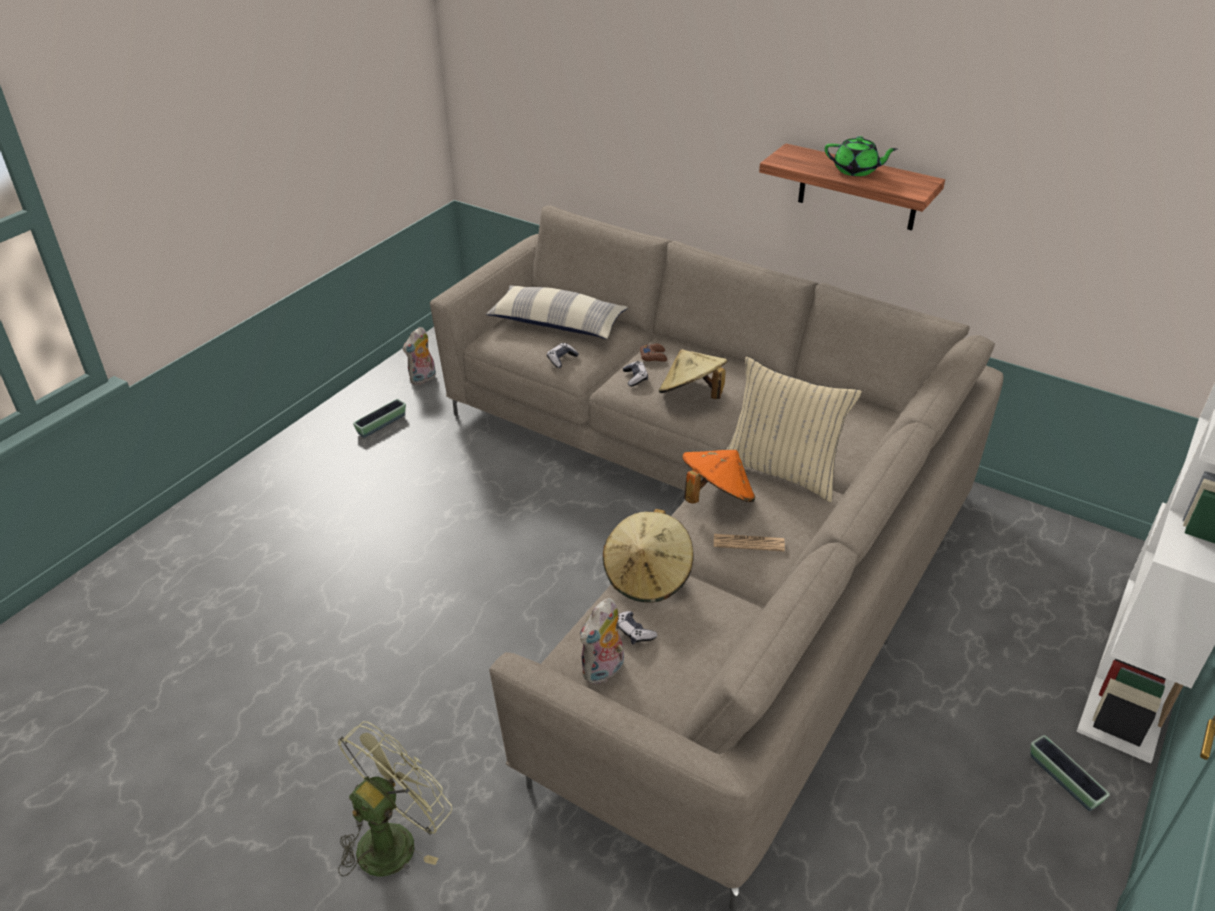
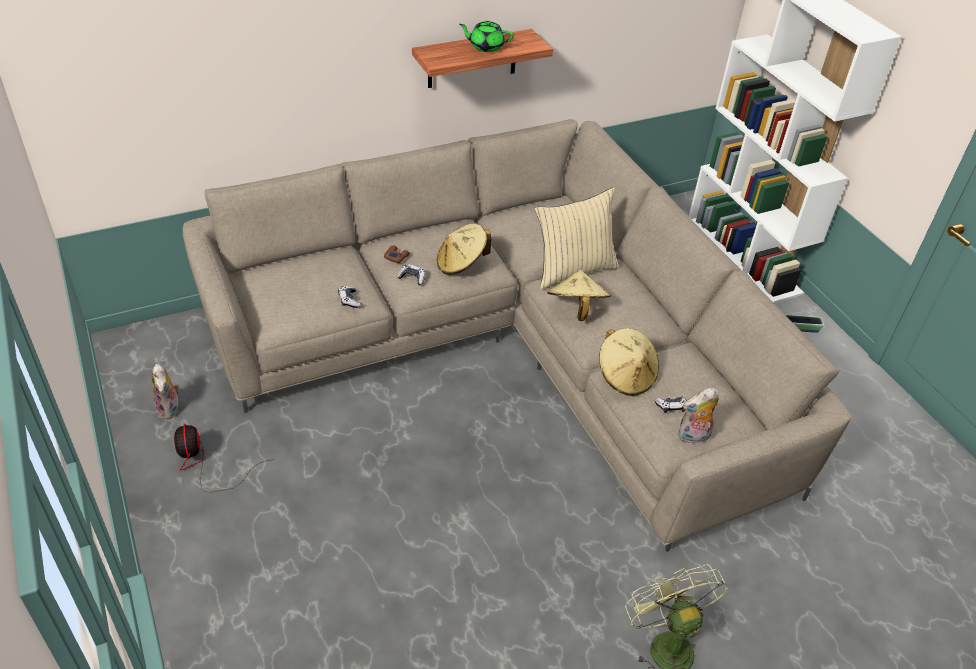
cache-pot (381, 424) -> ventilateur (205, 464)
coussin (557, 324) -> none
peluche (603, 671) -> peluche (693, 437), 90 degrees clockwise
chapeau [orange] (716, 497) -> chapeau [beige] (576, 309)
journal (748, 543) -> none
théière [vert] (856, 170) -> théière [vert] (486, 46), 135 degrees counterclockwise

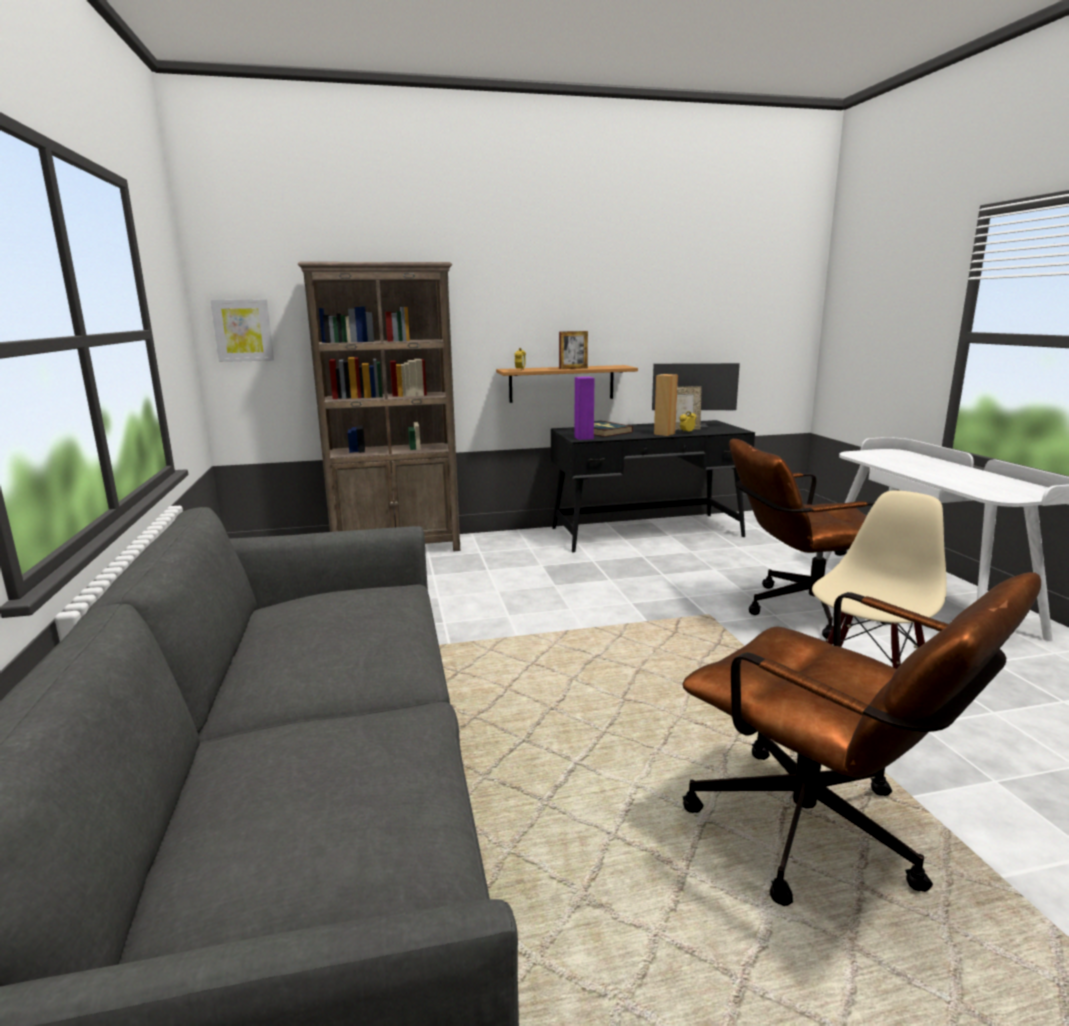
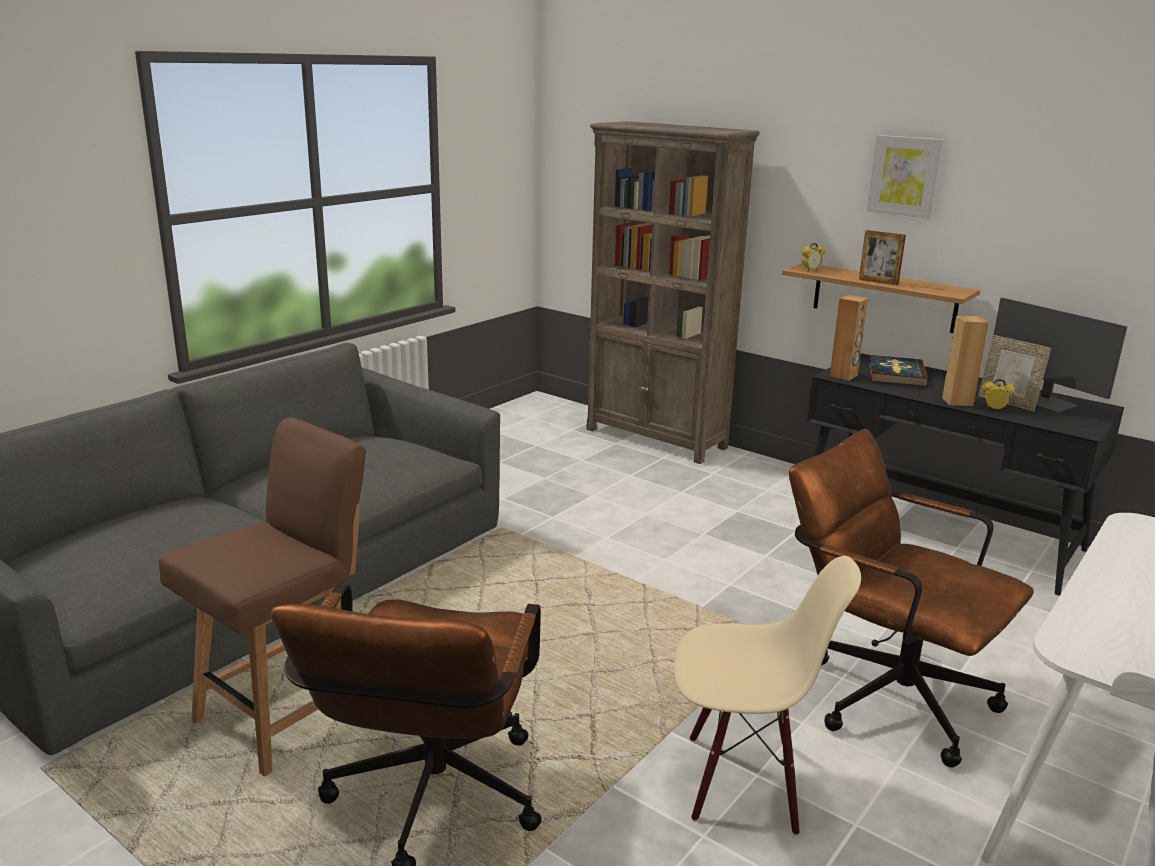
tableau (243, 330) -> tableau (905, 176), move
enceinte [violet] (584, 438) -> enceinte [marron] (844, 376)
none -> chaise [marron] (286, 715)

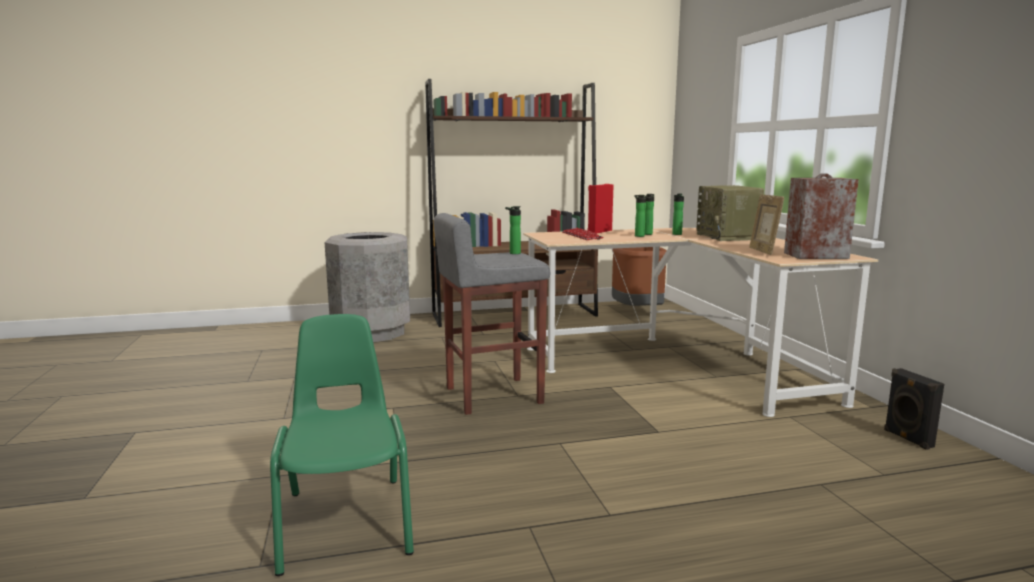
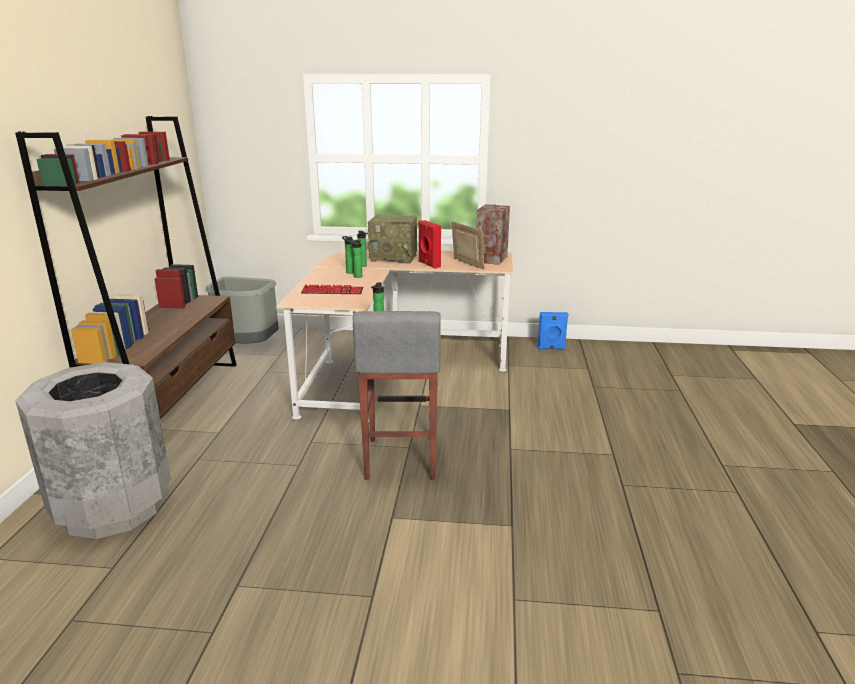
chaise [vert] (346, 522) -> none
enceinte [rouge] (599, 232) -> enceinte [rouge] (428, 264), move
poubelle [marron] (636, 312) -> poubelle [gris] (247, 347)
cadre photo (763, 252) -> cadre photo (467, 265), 150 degrees counterclockwise
enceinte [noir] (907, 438) -> enceinte [bleu] (551, 348)

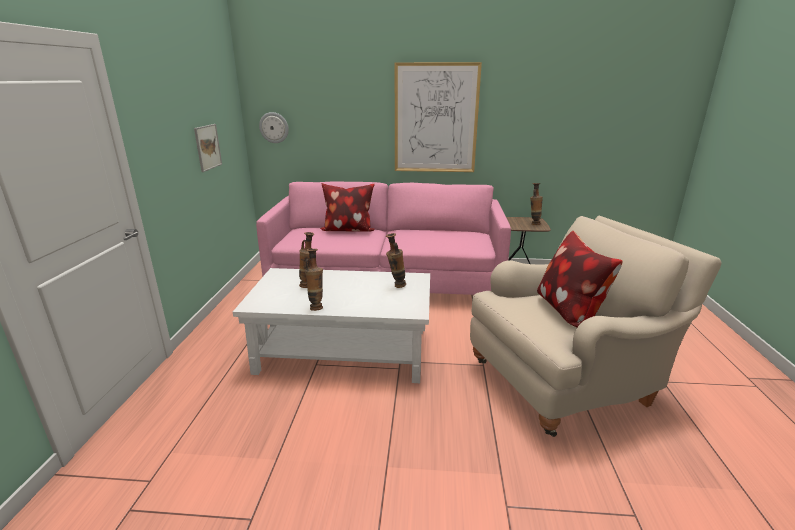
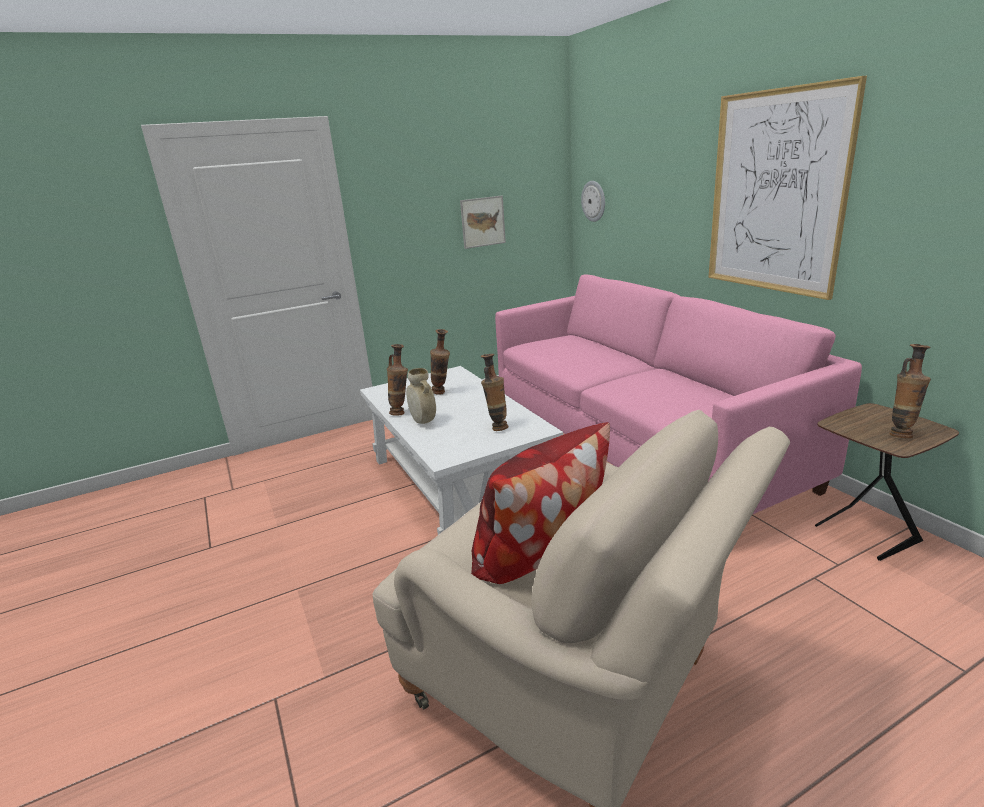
coussin (348, 230) -> none
none -> vase [beige] (423, 421)

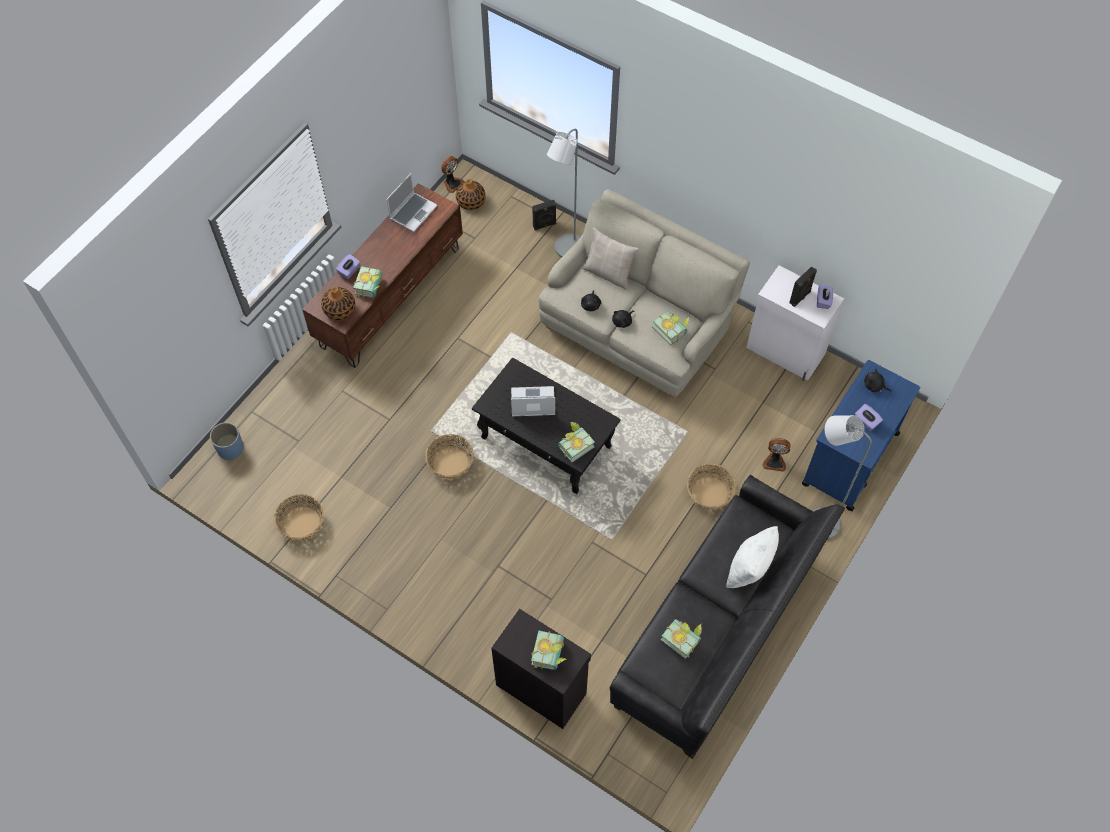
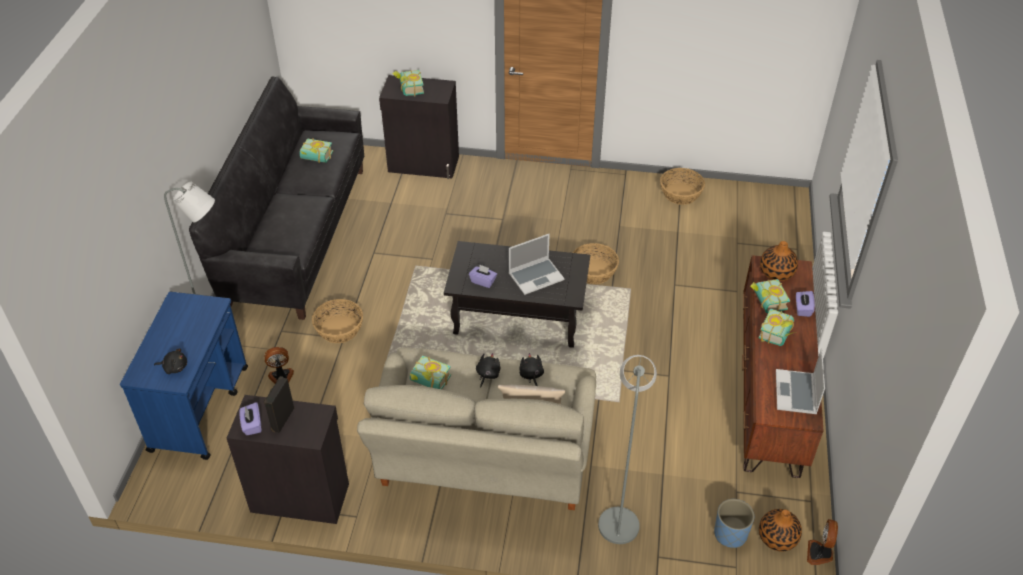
cache-pot [bleu] (230, 448) -> cache-pot [bleu] (730, 534), move
enceinte [noir] (544, 225) -> none
livre (574, 445) -> livre (778, 335), move
coussin [blanc] (749, 569) -> none
meuble de rangement [blanc] (785, 352) -> meuble de rangement [noir] (299, 496)
boîte à mouchoirs [violet] (866, 422) -> boîte à mouchoirs [violet] (483, 281), move

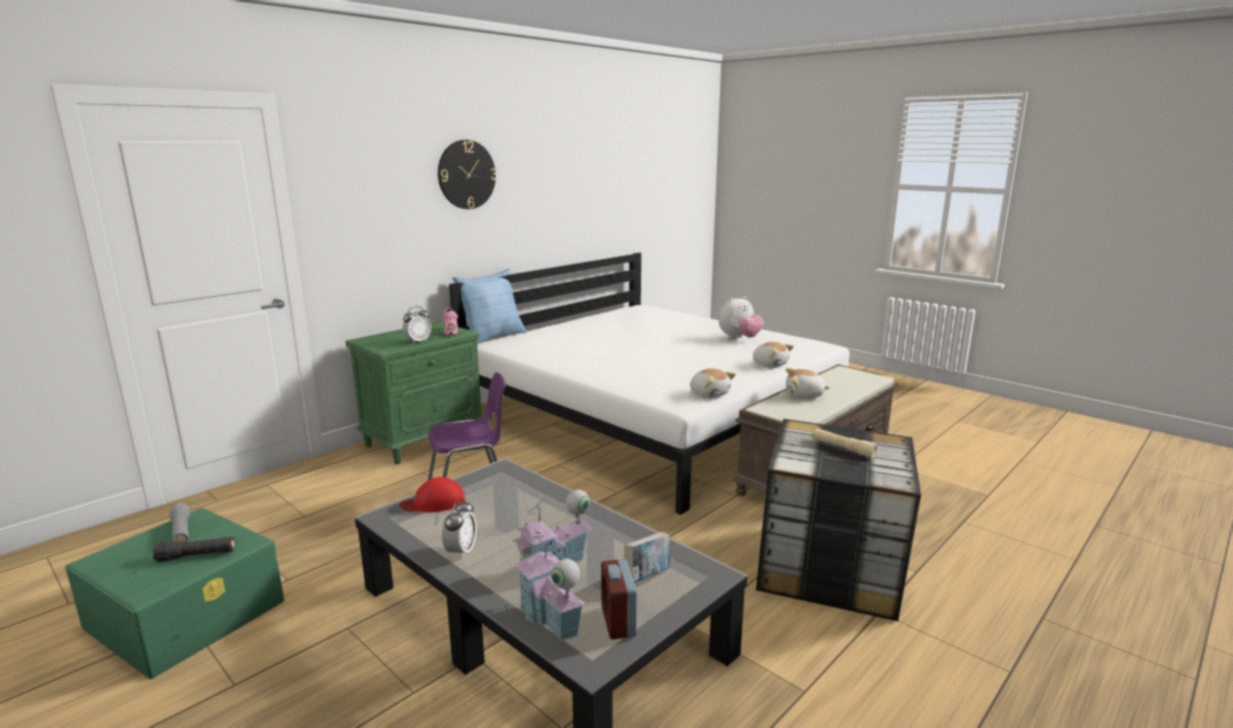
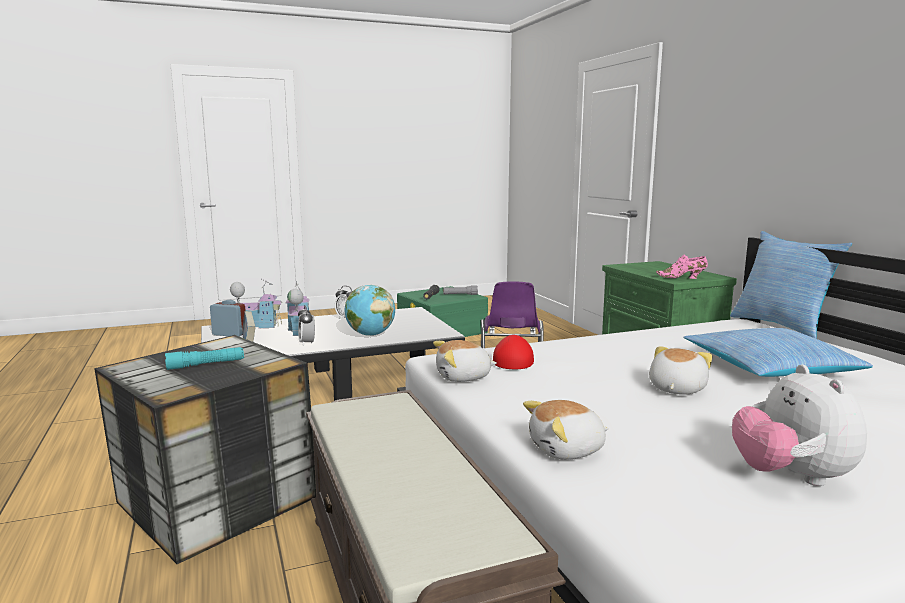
casquette [rouge] (433, 502) -> casquette [rouge] (513, 359), move
réveil (418, 341) -> réveil (307, 343), move
horloge murale (466, 174) -> none
peluche (804, 395) -> peluche (675, 389), move
lampe de poche [beige] (842, 448) -> lampe de poche [turquoise] (206, 365)
none -> globe (370, 335)
none -> coussin (768, 367)

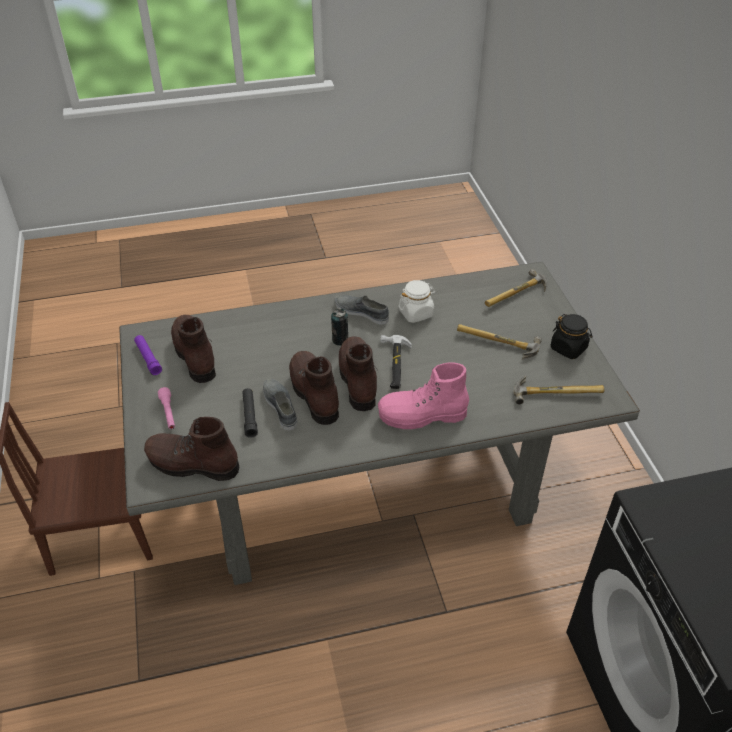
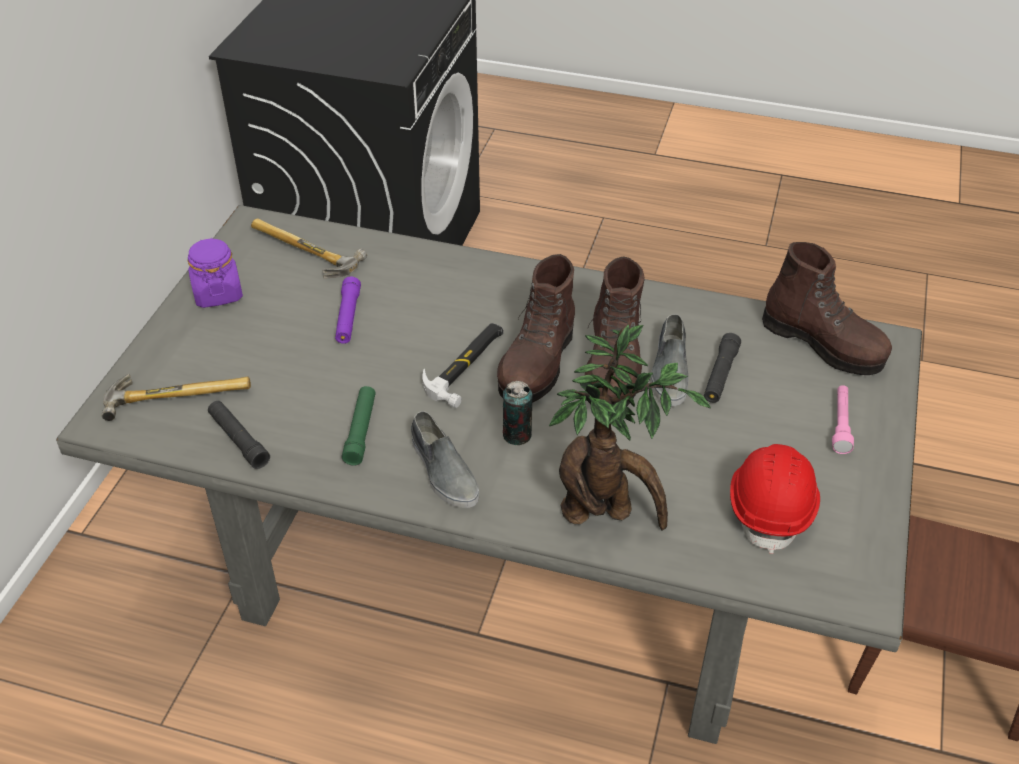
lampe de poche [violet] (148, 358) -> lampe de poche [violet] (348, 317), move
botte [marron] (194, 355) -> casque de chantier [rouge] (771, 507)
botte [rose] (422, 416) -> none
bocal [blanc] (416, 313) -> lampe de poche [vert] (360, 431)
marteau (497, 345) -> none
bocal [noir] (568, 348) -> bocal [violet] (217, 293)
none -> lampe de poche [noir] (239, 440)
none -> plante en pot (606, 513)

